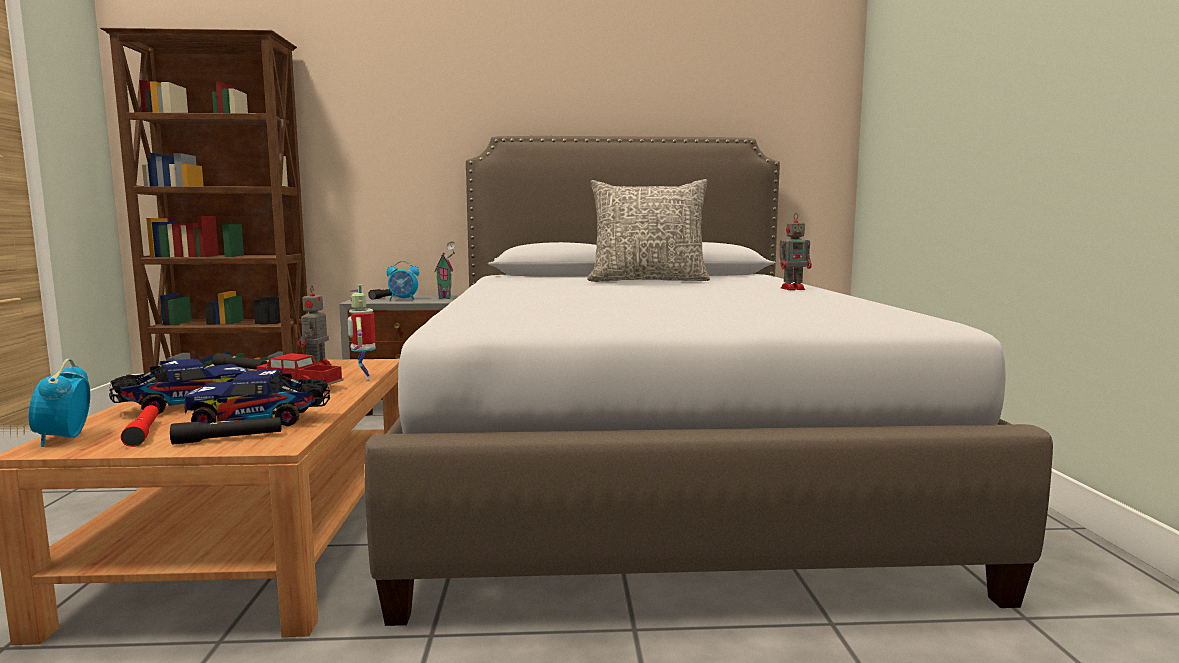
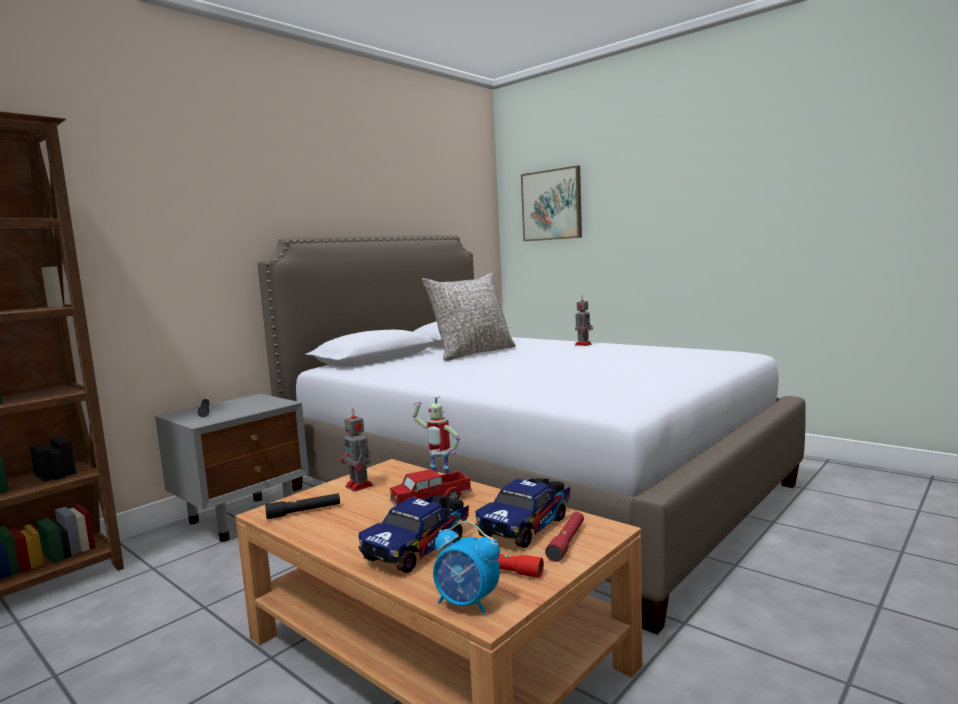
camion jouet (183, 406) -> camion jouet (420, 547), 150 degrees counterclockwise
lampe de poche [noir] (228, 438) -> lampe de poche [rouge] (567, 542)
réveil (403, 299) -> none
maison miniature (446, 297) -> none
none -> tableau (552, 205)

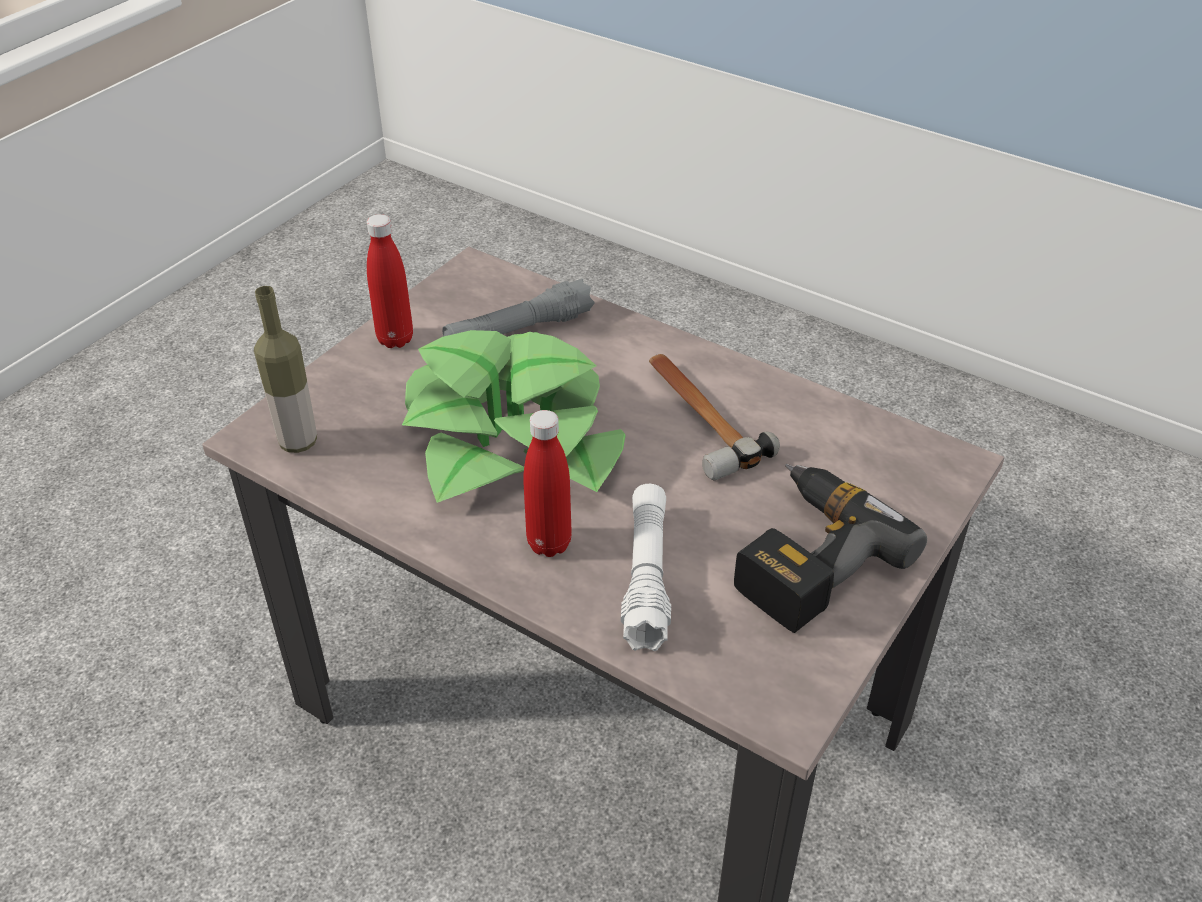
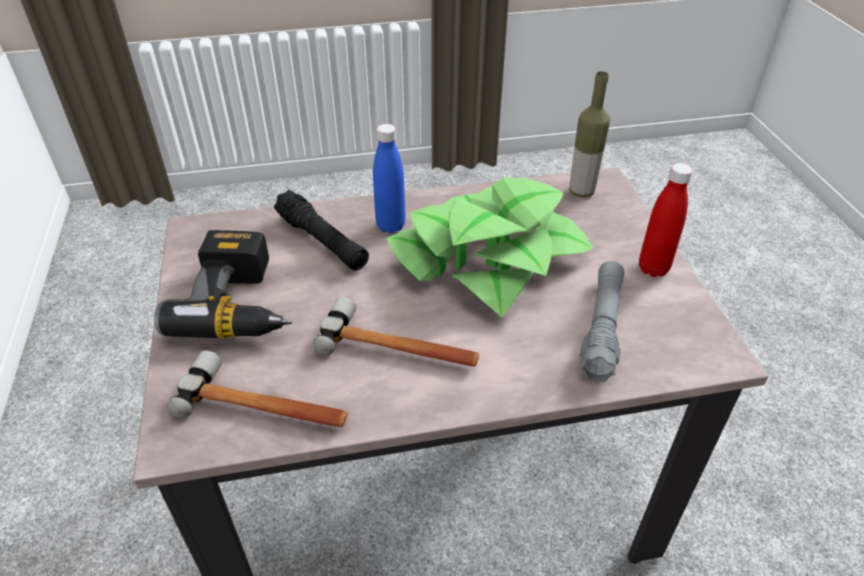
bouteille [rouge] (549, 543) -> bouteille [bleu] (390, 226)
lampe de poche [blanc] (646, 576) -> lampe de poche [noir] (322, 241)
none -> marteau (265, 406)

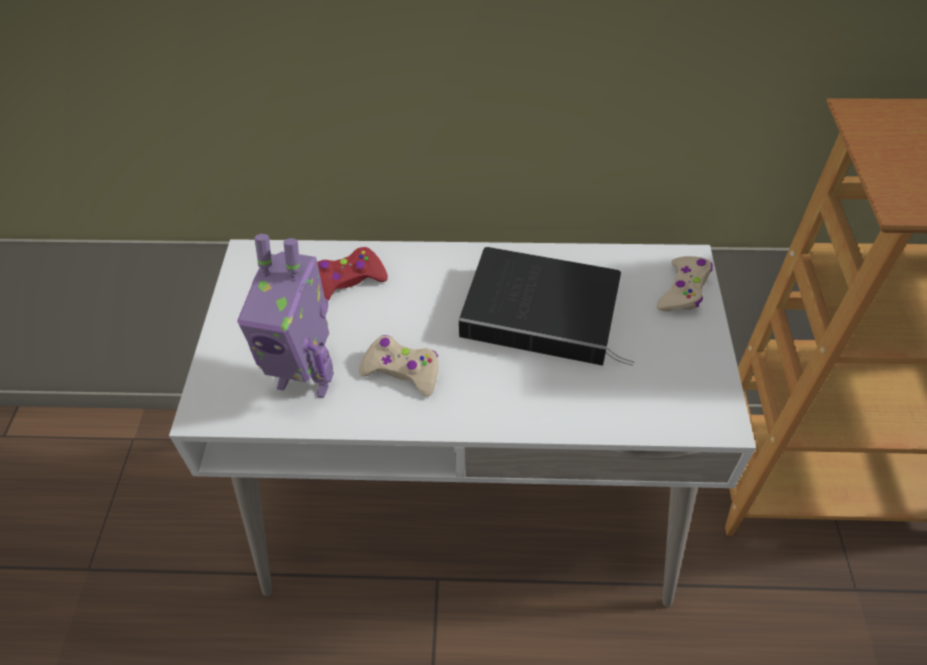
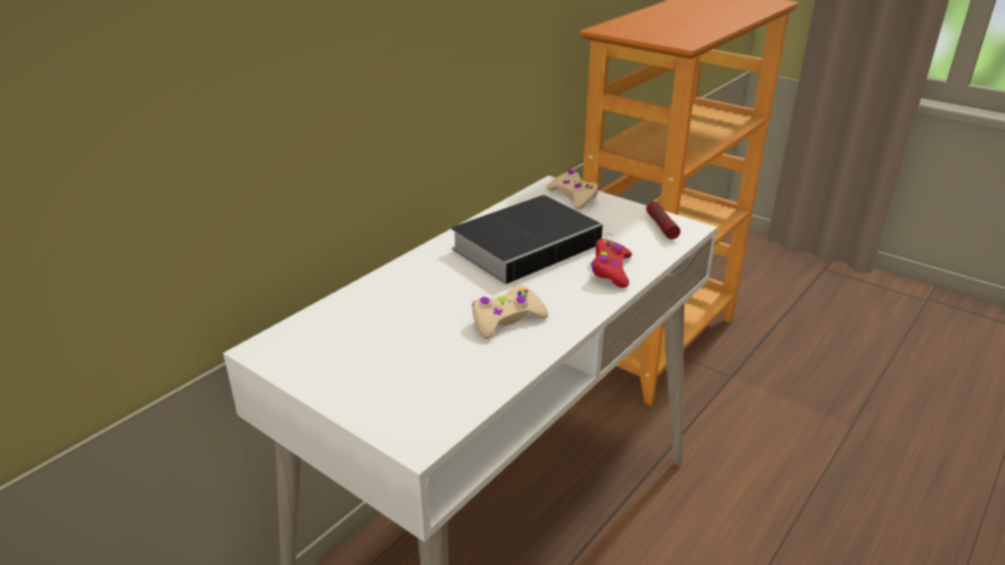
robot jouet (307, 378) -> none
manette [rouge] (348, 280) -> manette [rouge] (611, 270), move
none -> lampe de poche (661, 226)

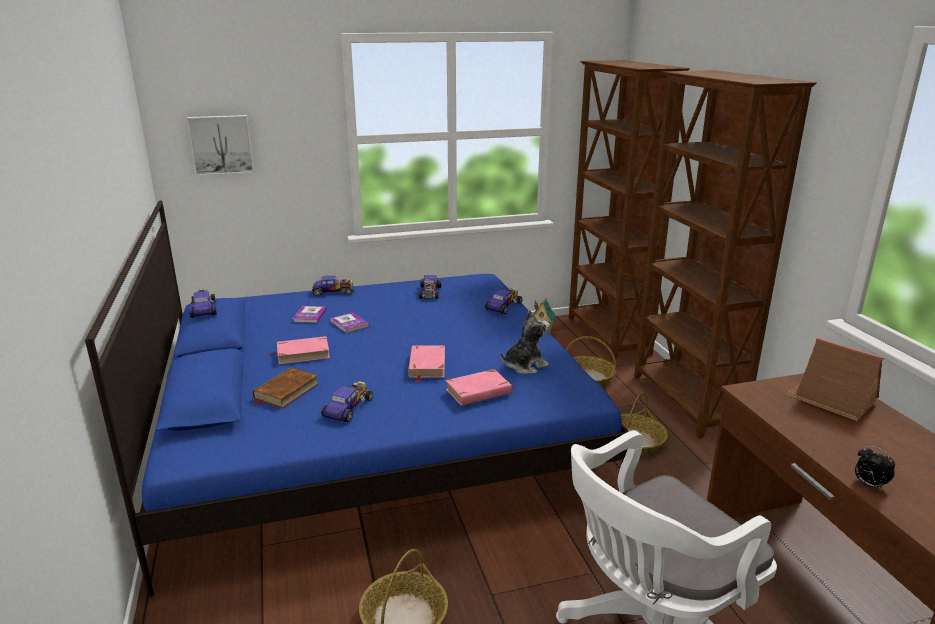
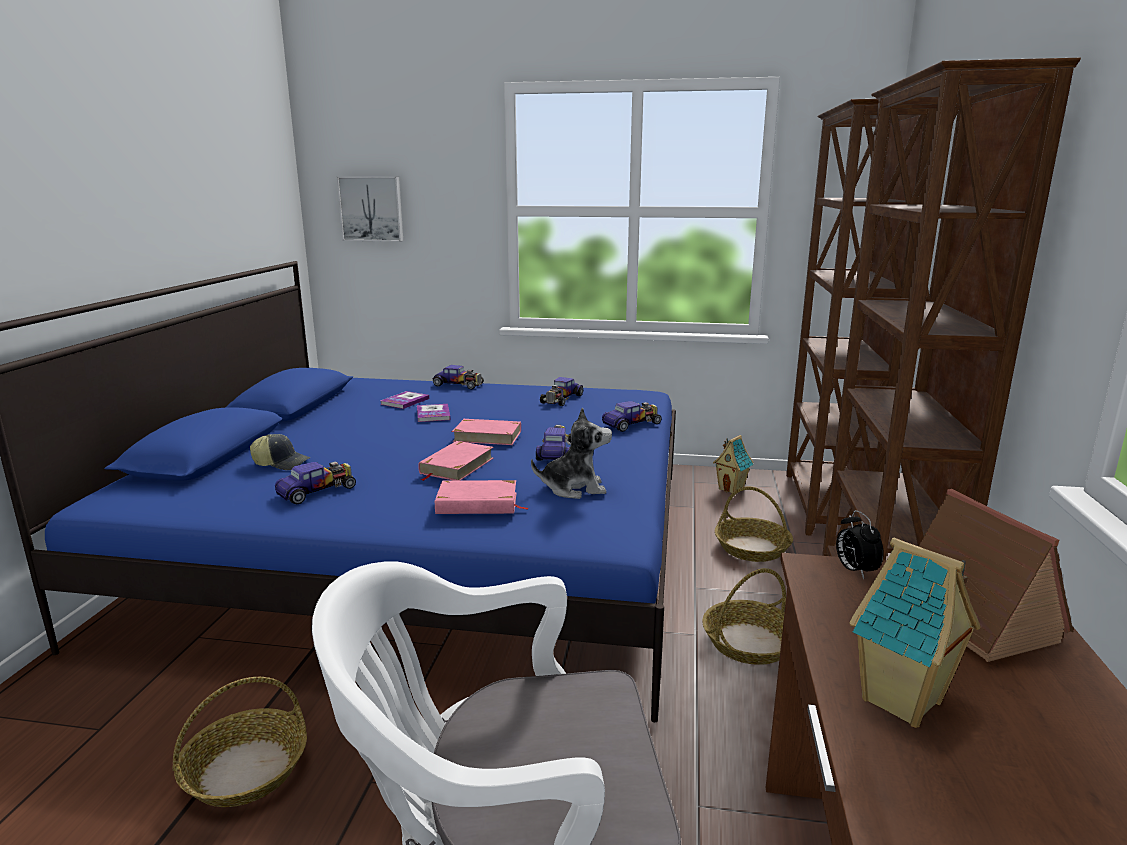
petite voiture (203, 309) -> petite voiture (556, 452), move
livre [marron] (286, 391) -> casquette (281, 463)
livre [rose] (303, 353) -> livre [rose] (487, 436), move
réveil (868, 485) -> réveil (854, 570), move
none -> maison miniature (903, 703)

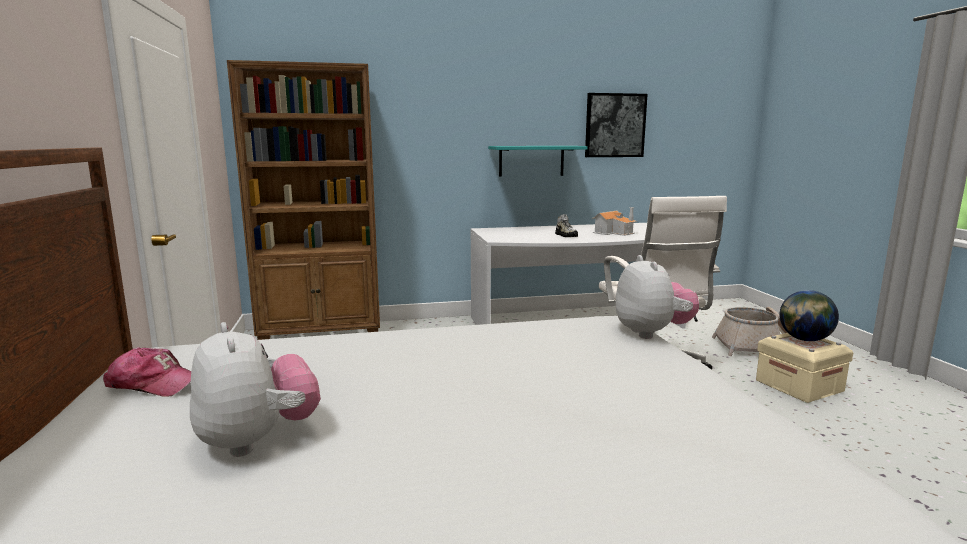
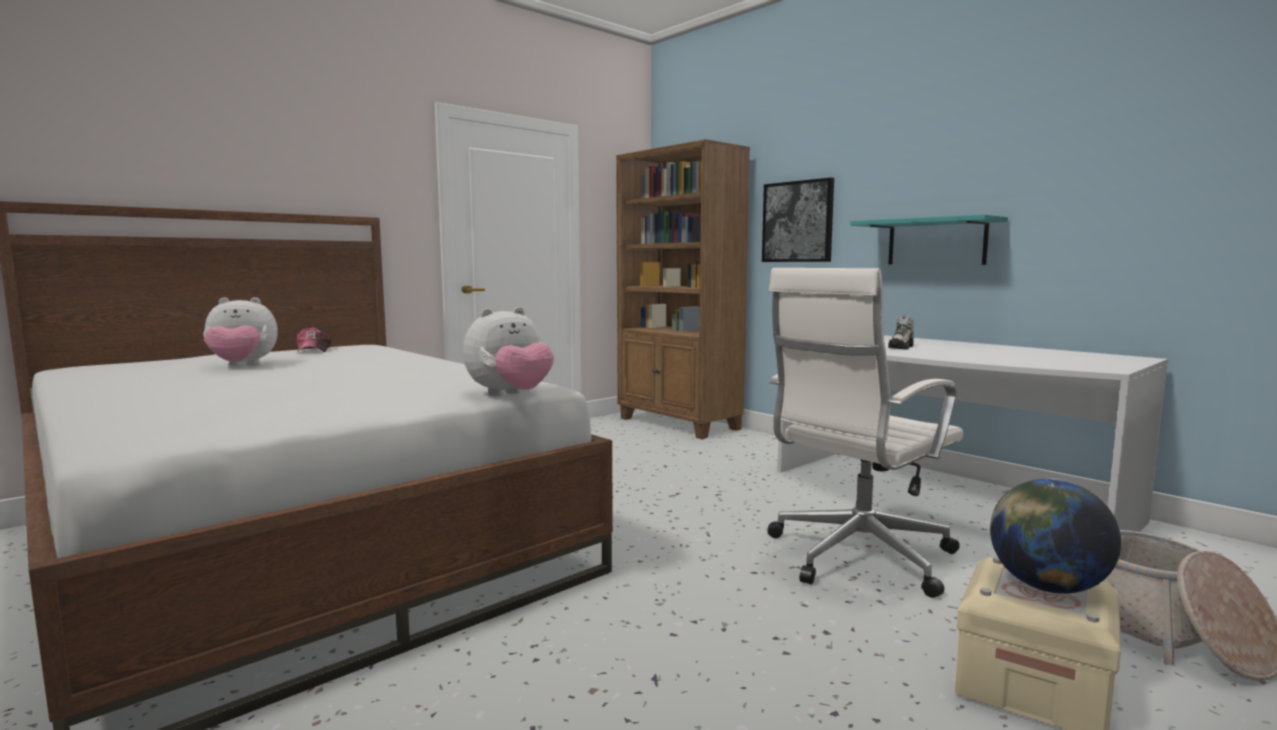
peluche (258, 440) -> peluche (242, 366), 45 degrees clockwise
tableau (615, 125) -> tableau (798, 222), move
maison miniature (614, 232) -> none

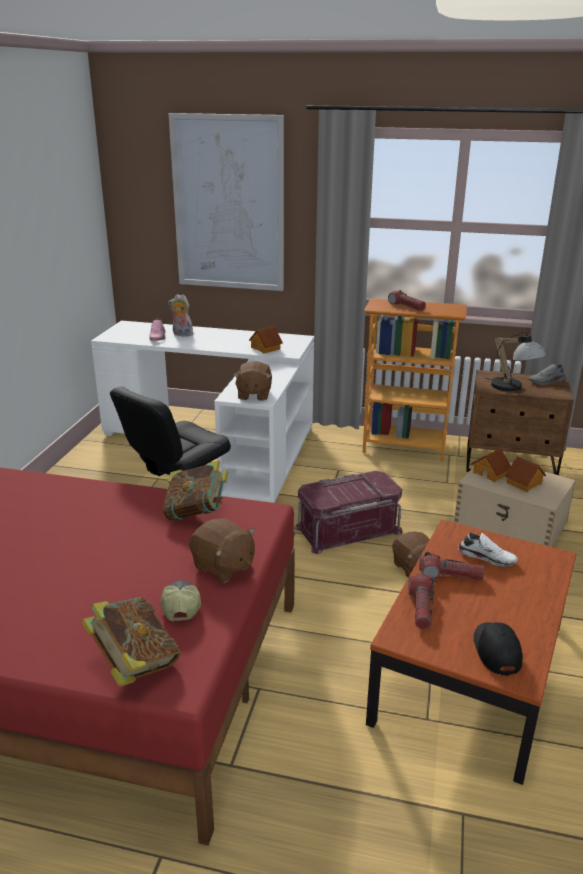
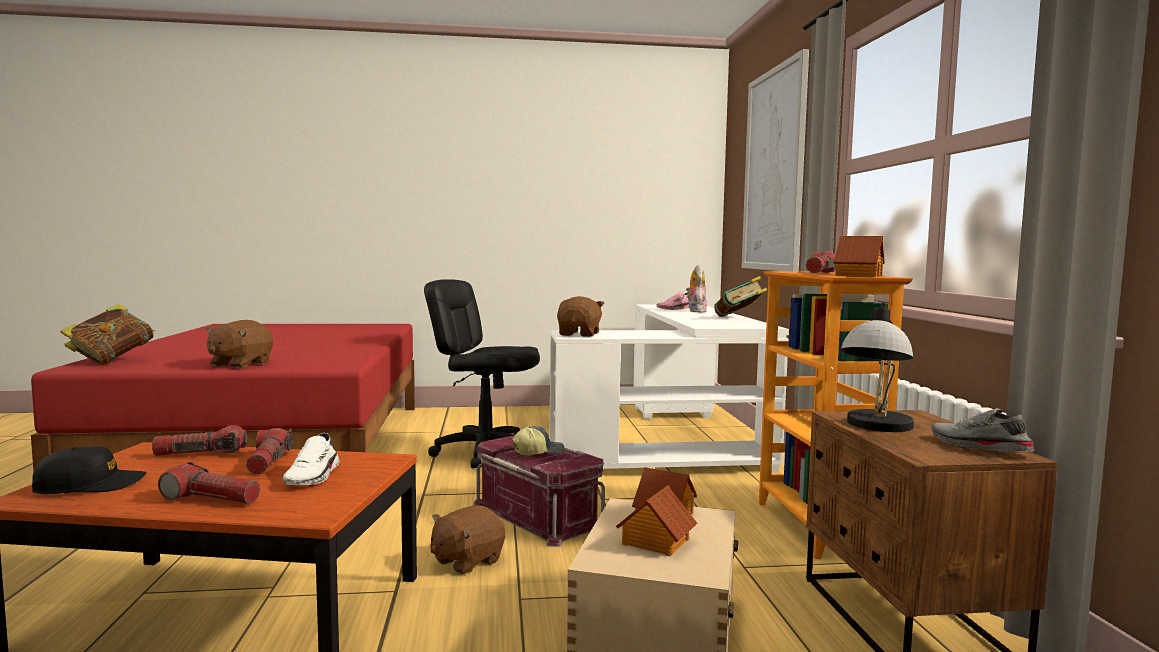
casquette (180, 605) -> casquette (538, 452), move
livre (197, 513) -> livre (739, 318), move
peluche [marron] (253, 395) -> peluche [marron] (579, 334), 120 degrees clockwise
maison miniature (265, 348) -> maison miniature (858, 275), move
none -> lampe de poche (211, 499)

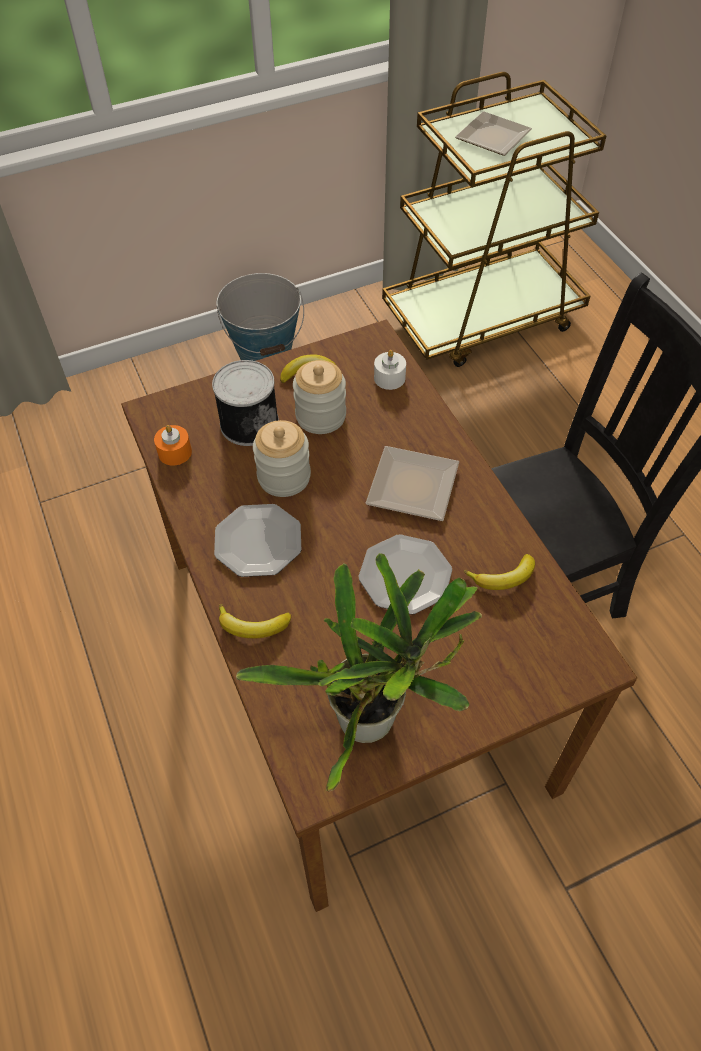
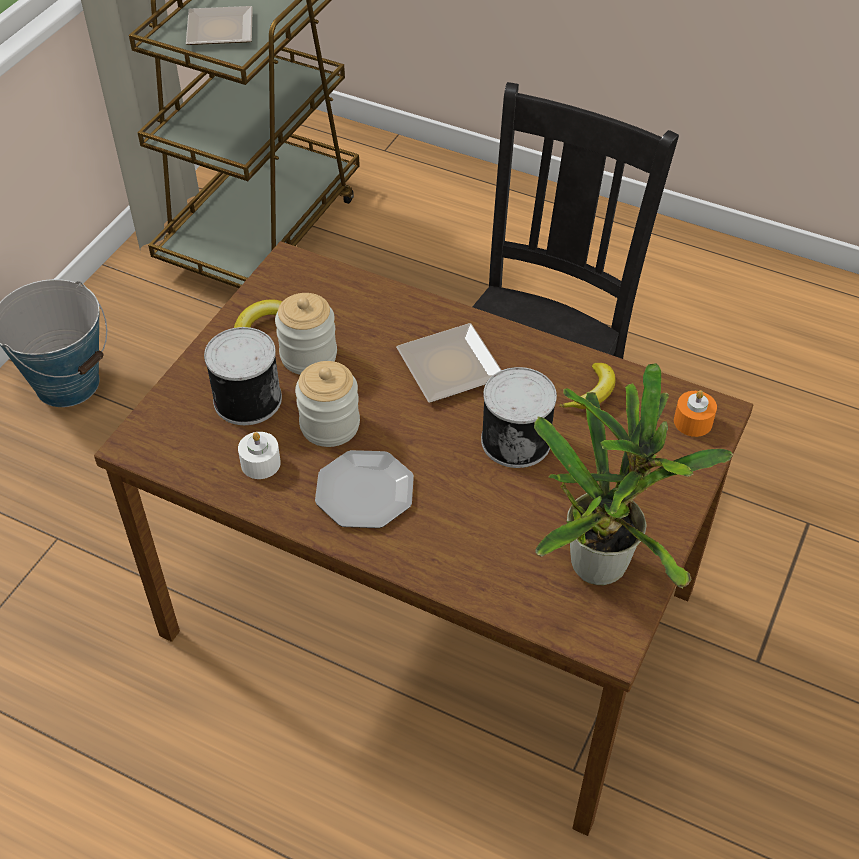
bougie [orange] (175, 452) -> bougie [orange] (693, 421), move
banane (253, 626) -> none
assiette (406, 575) -> boîte métallique (516, 439)
bougie [blanc] (389, 378) -> bougie [blanc] (260, 463), move

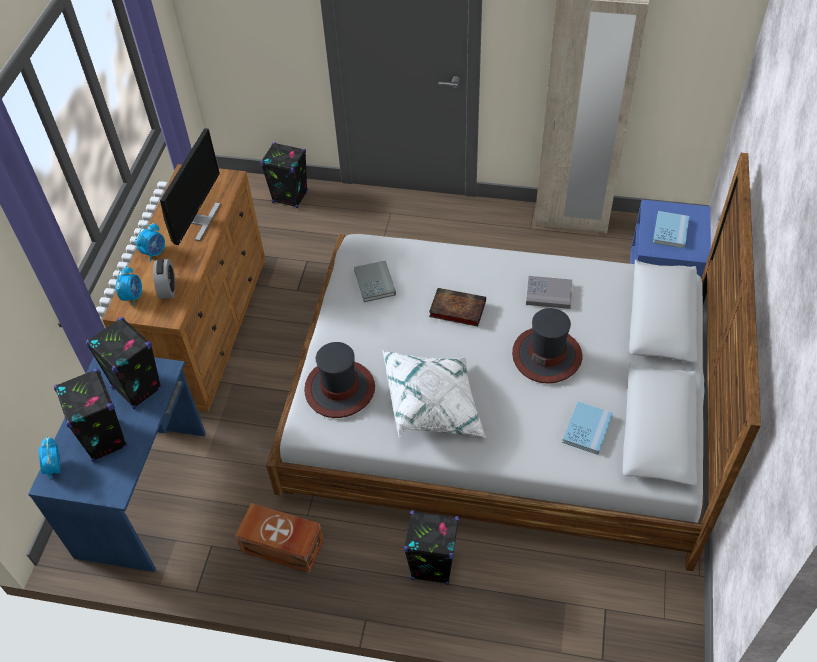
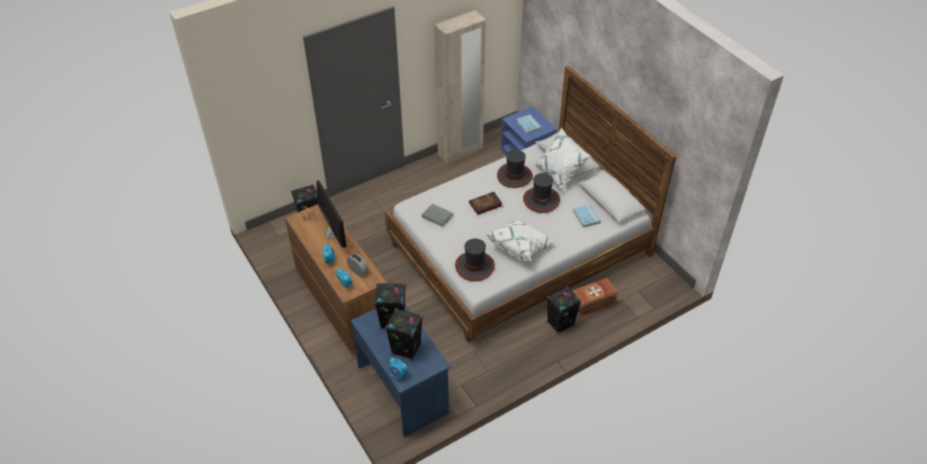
boîte de rangement [marron] (283, 547) -> boîte de rangement [marron] (593, 303), move
livre [gris] (549, 294) -> chapeau (514, 176)
none -> coussin [blanc] (559, 175)

